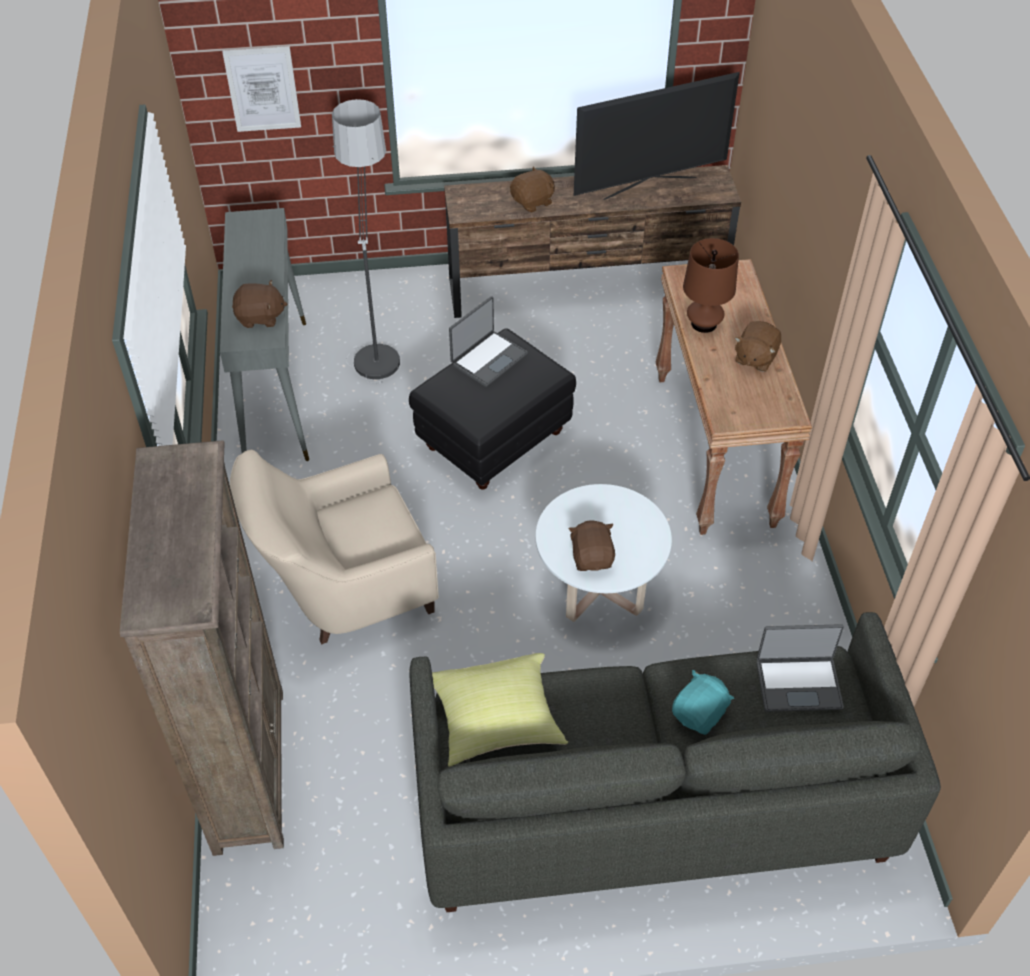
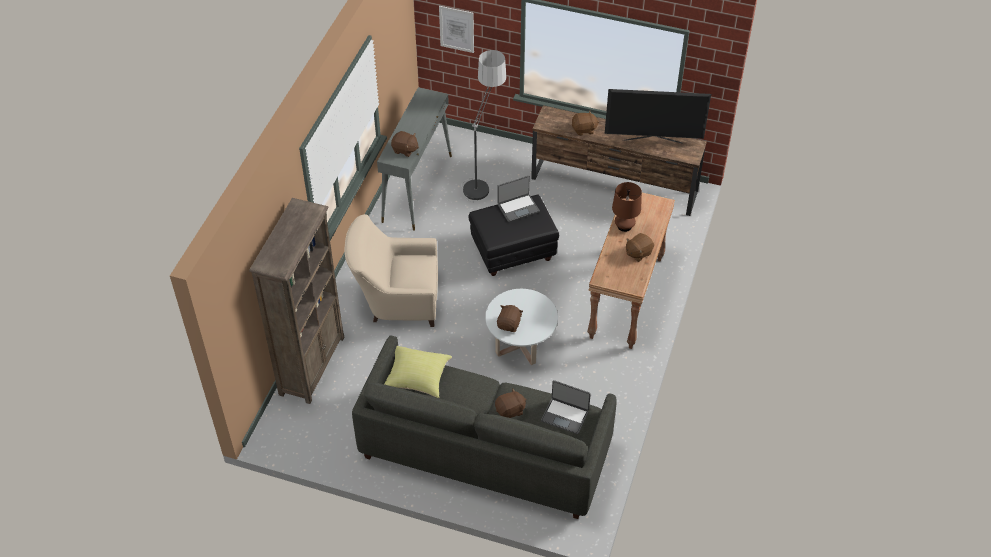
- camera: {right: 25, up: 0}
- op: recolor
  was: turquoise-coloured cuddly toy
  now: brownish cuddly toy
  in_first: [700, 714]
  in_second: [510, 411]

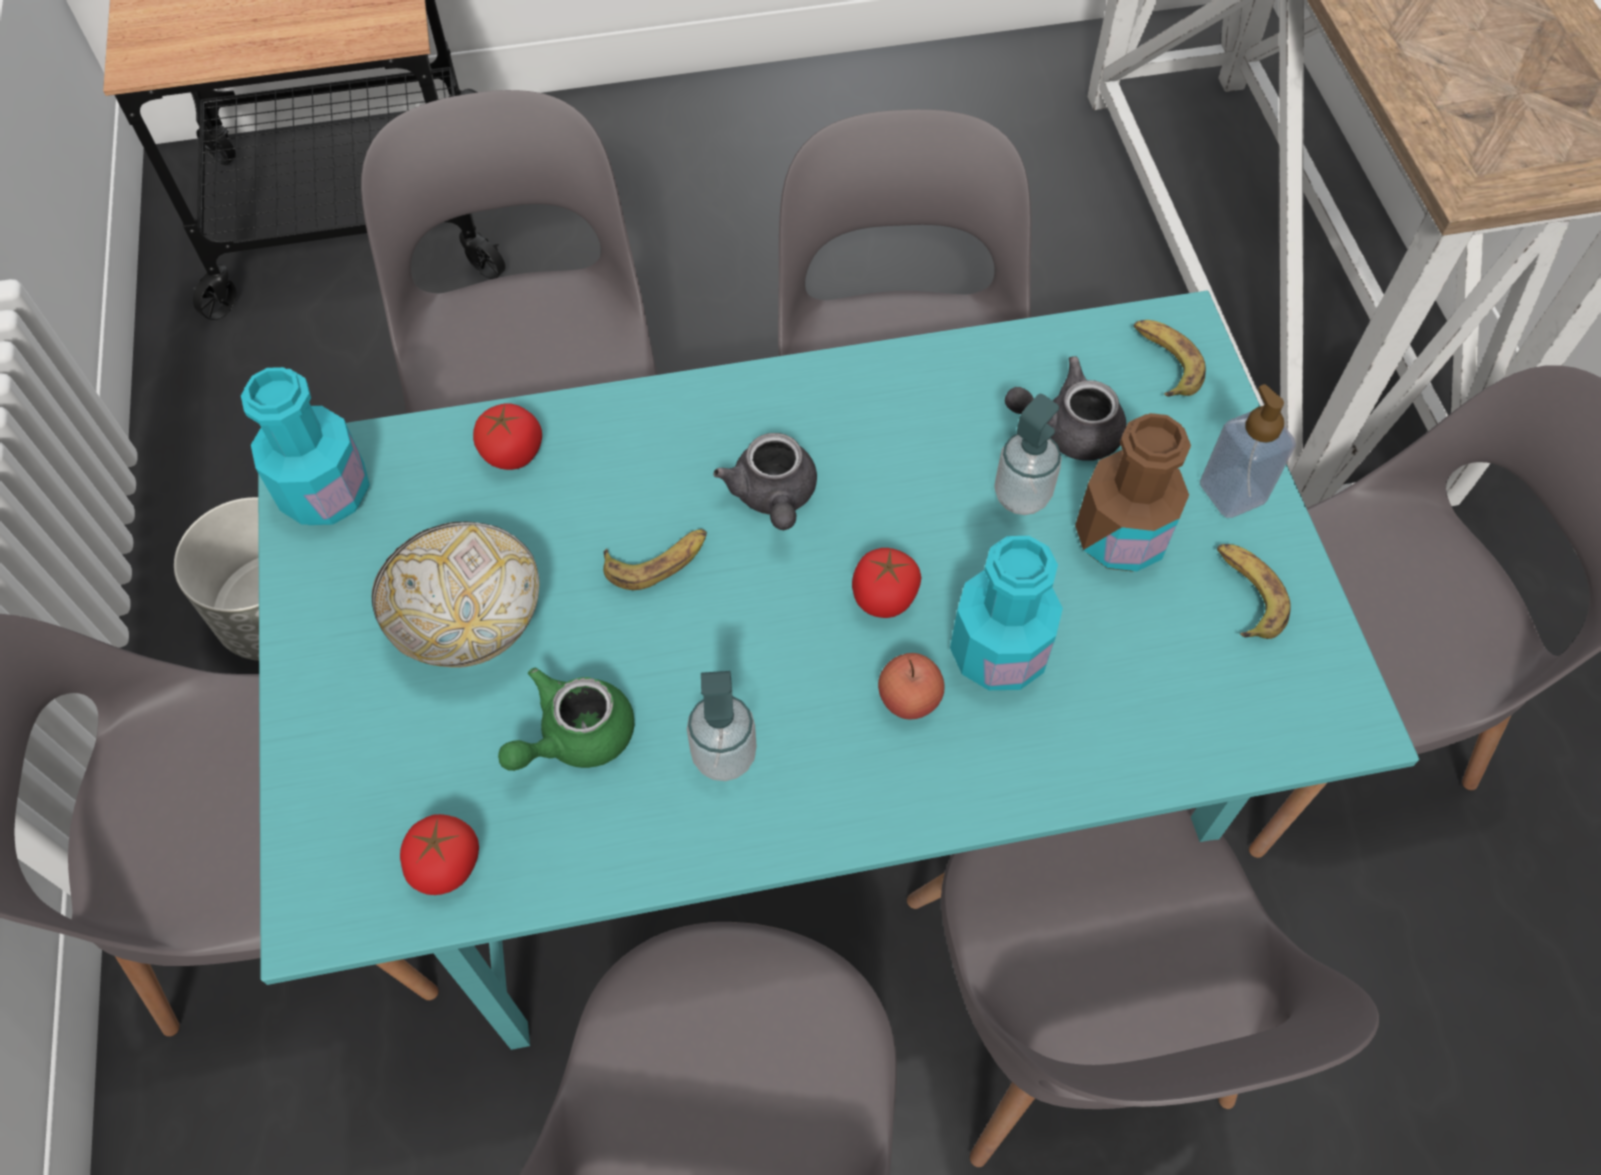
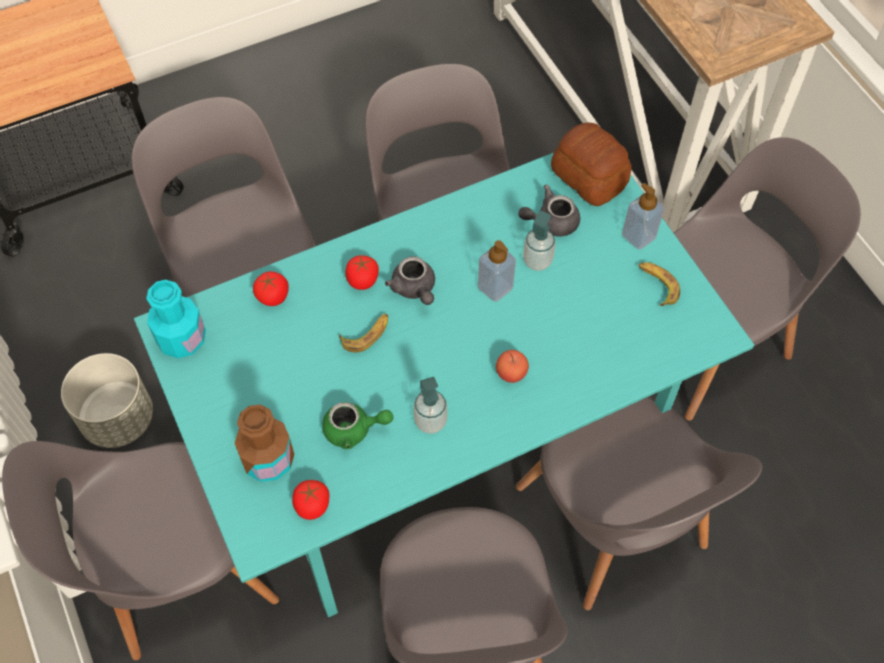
- camera: {right: -15, up: 0}
- op: delete
  was: serving bowl
  in_first: [469, 622]
- op: delete
  was: turquoise-coloured beverage bottle
  in_first: [998, 652]
- op: insert
  now: soap bottle
  in_second: [495, 287]
- op: move
  was: tomato
  in_first: [884, 597]
  in_second: [362, 280]
- op: move
  was: brownish beverage bottle
  in_first: [1120, 537]
  in_second: [268, 460]
- op: replace
  was: banana fruit
  now: baked bread
  in_first: [1164, 362]
  in_second: [589, 176]
- op: rotate
  was: green-coloured tea pot
  in_first: [574, 737]
  in_second: [354, 430]
  clockwise: -120

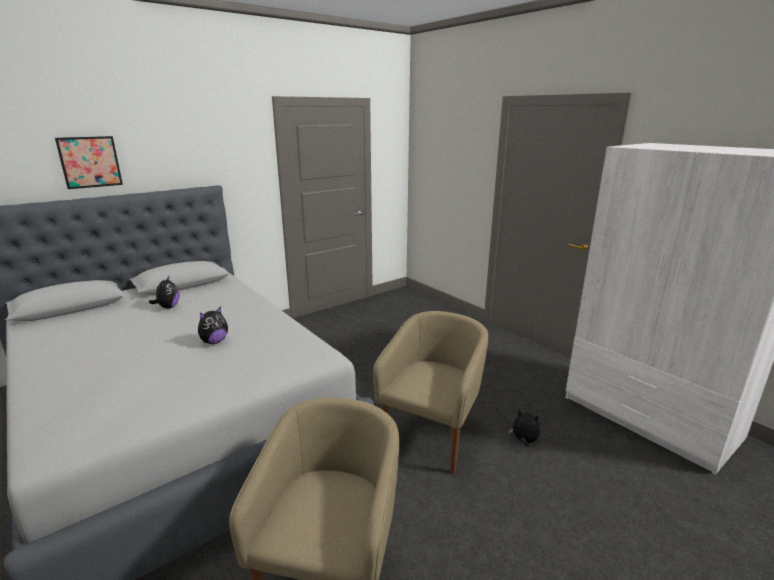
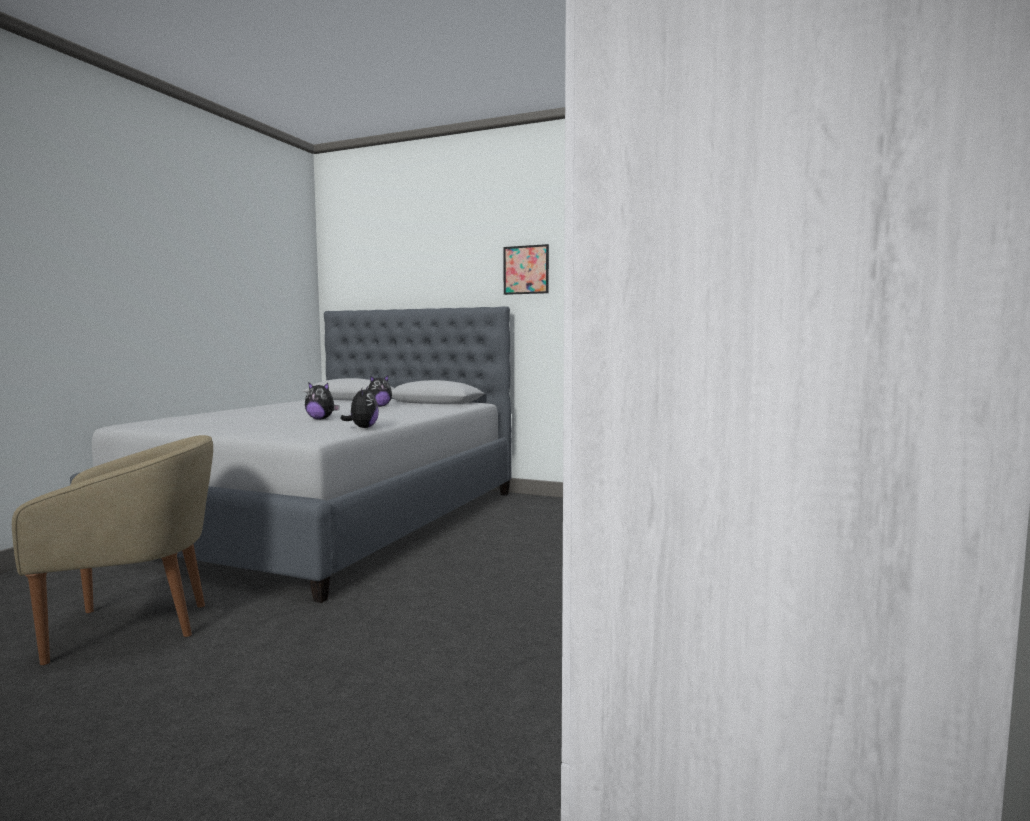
- camera: {right: 60, up: -15}
- op: delete
  was: beige easy chair
  in_first: [432, 436]
- op: move
  was: wall art
  in_first: [90, 162]
  in_second: [526, 270]
- op: move
  was: cuddly toy
  in_first: [524, 441]
  in_second: [363, 428]

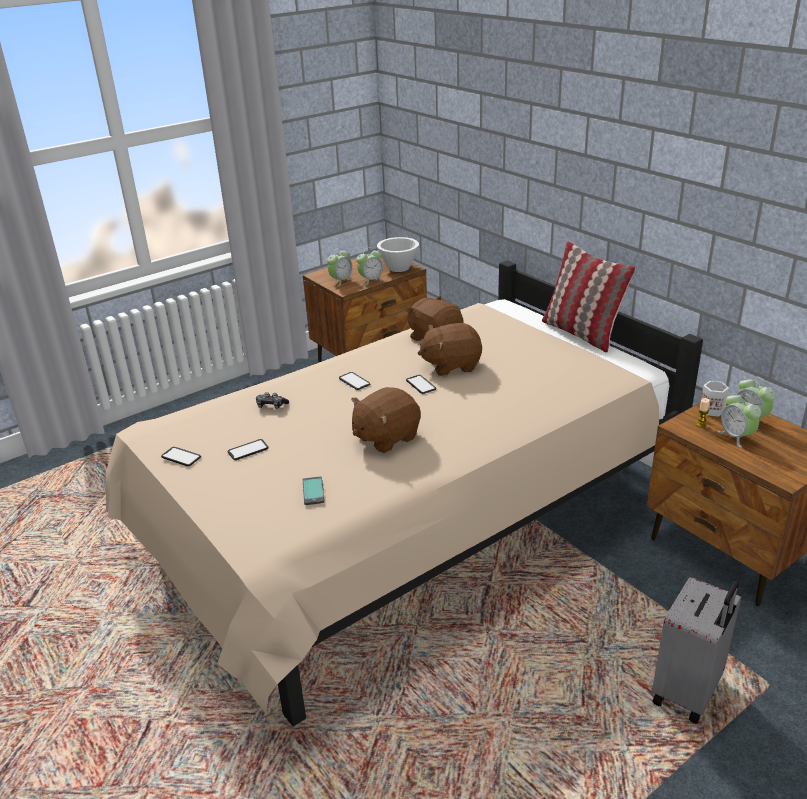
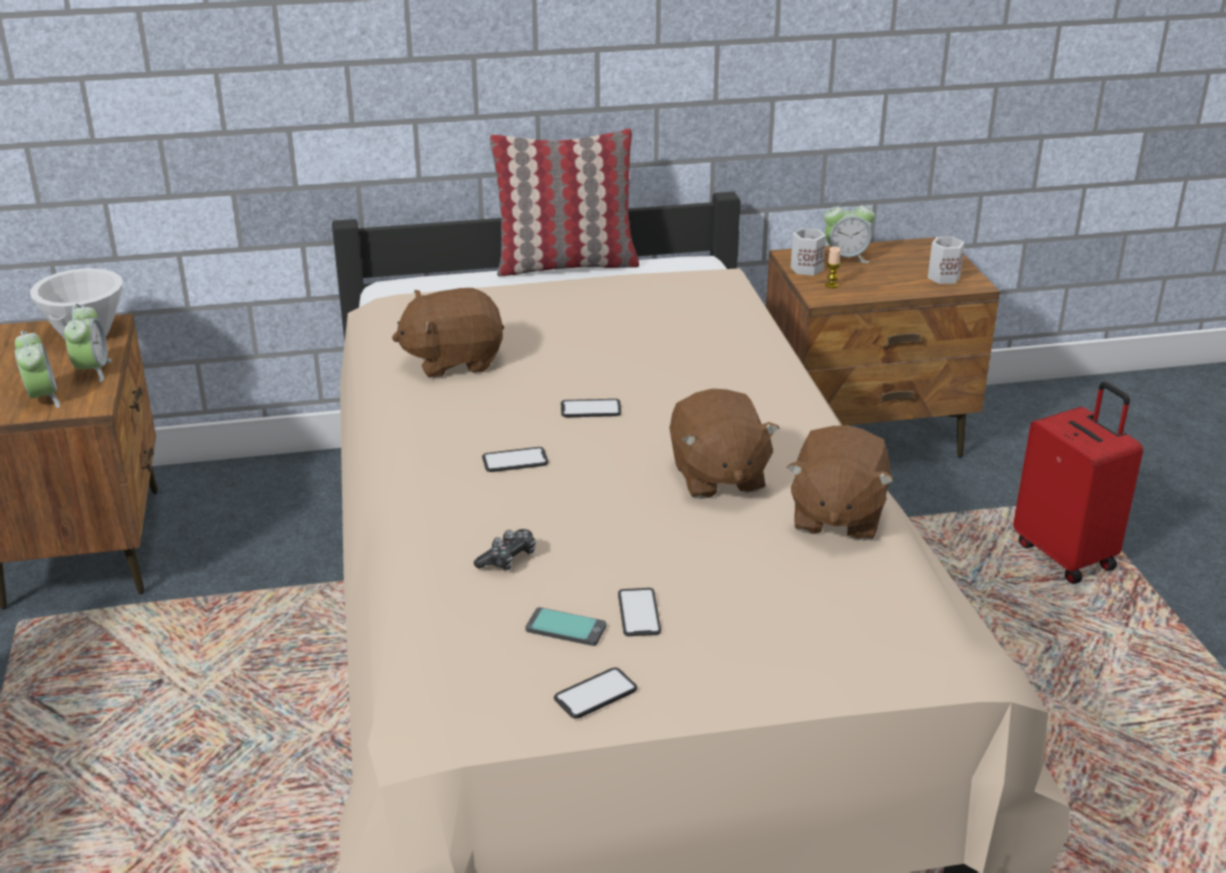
- camera: {right: -65, up: 0}
- op: delete
  was: alarm clock
  in_first: [736, 437]
- op: insert
  now: whitish coffee mug
  in_second: [942, 277]
- op: move
  was: telephone
  in_first: [313, 491]
  in_second: [566, 628]
- op: move
  was: brownish cuddly toy
  in_first: [451, 365]
  in_second: [836, 516]
- op: recolor
  was: gray suitcase
  now: red suitcase
  in_first: [688, 692]
  in_second: [1066, 555]

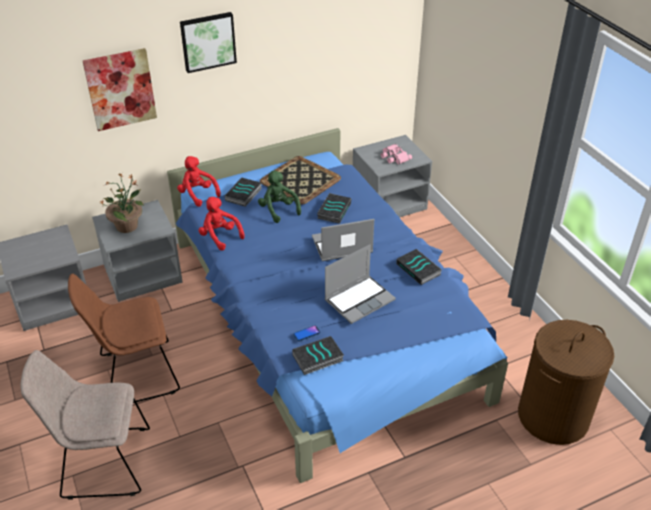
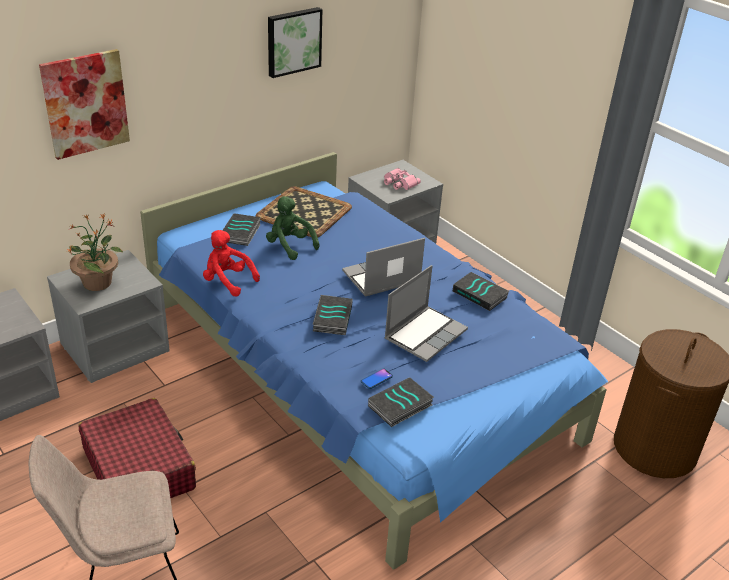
- camera: {right: -15, up: -5}
- op: delete
  was: red cuddly toy
  in_first: [197, 194]
- op: move
  was: wall art
  in_first: [208, 41]
  in_second: [293, 41]
- op: move
  was: book
  in_first: [333, 210]
  in_second: [331, 318]
- op: replace
  was: brownish chair
  now: red suitcase
  in_first: [135, 374]
  in_second: [139, 468]

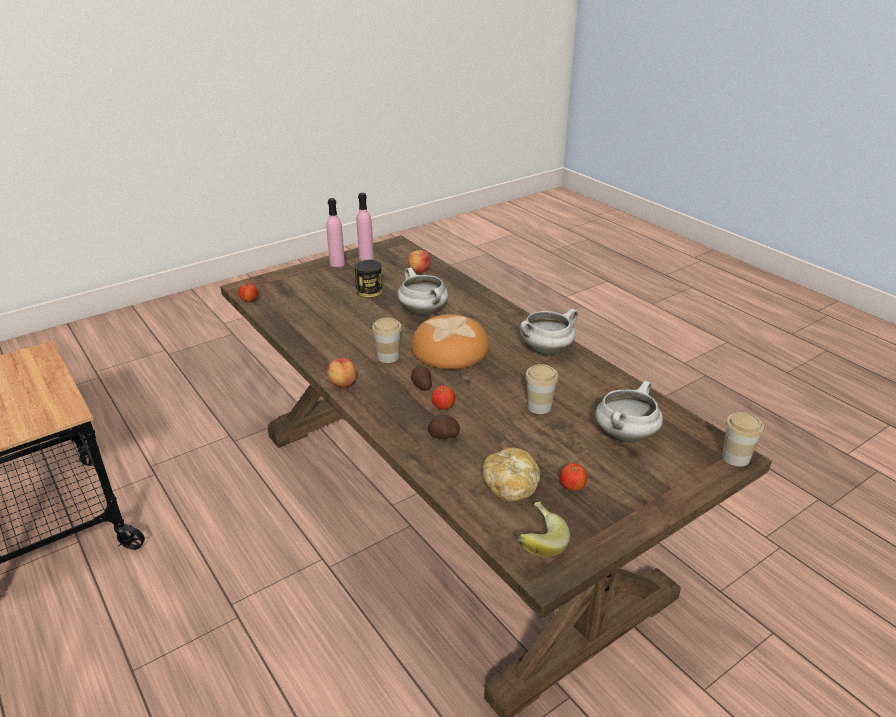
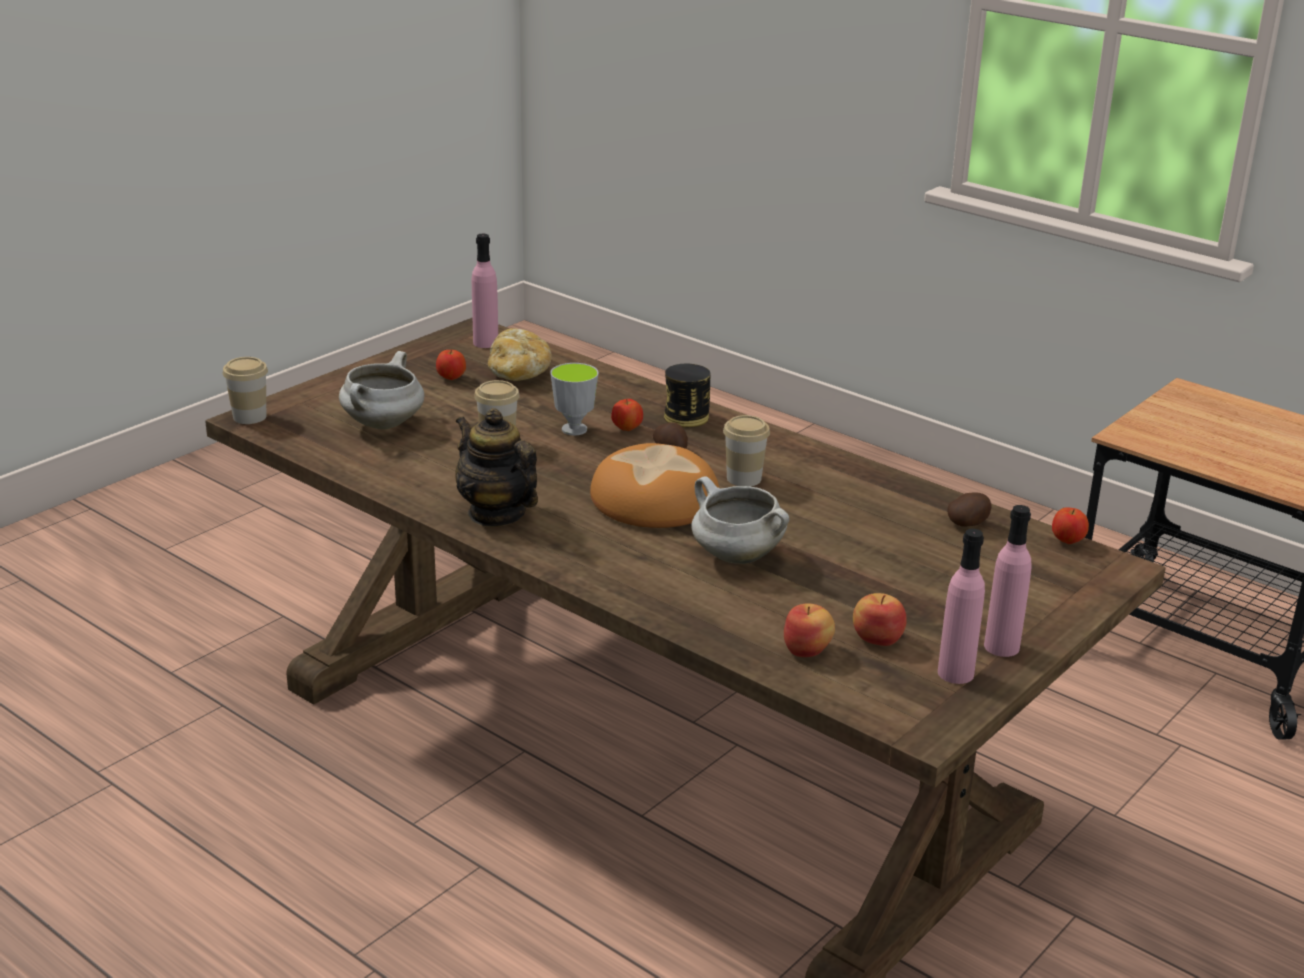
- camera: {right: 165, up: -5}
- op: insert
  now: drinking cup
  in_second: [574, 429]
- op: move
  was: apple
  in_first: [342, 384]
  in_second: [877, 638]
- op: move
  was: metal can
  in_first: [369, 291]
  in_second: [686, 417]
- op: move
  was: whole potato
  in_first: [443, 436]
  in_second: [968, 524]
- op: replace
  was: banana fruit
  now: pink-coloured beverage bottle
  in_first: [536, 542]
  in_second: [485, 343]
- op: replace
  was: whitish saucepot
  now: tea pot
  in_first: [546, 350]
  in_second: [496, 514]

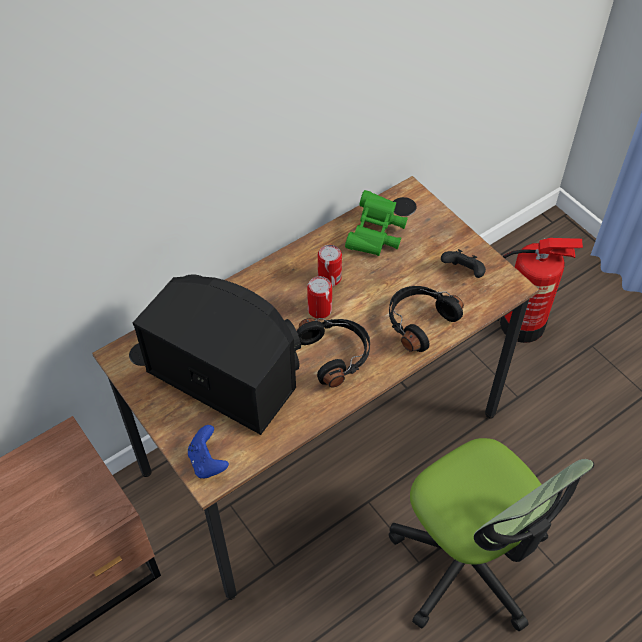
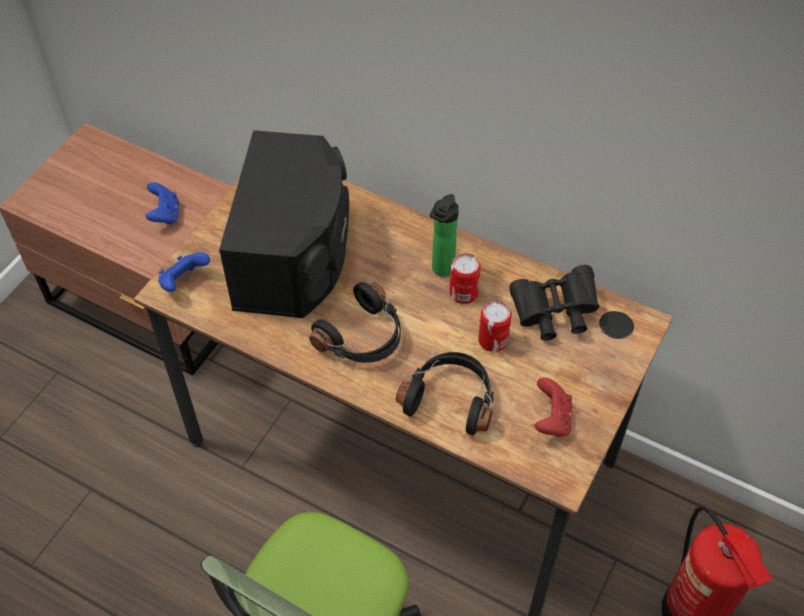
- camera: {right: 65, up: 0}
- op: insert
  now: blue-coloured game controller
  in_second: [165, 214]
- op: insert
  now: beverage bottle
  in_second: [441, 270]
- op: move
  was: metal can
  in_first: [319, 309]
  in_second: [493, 340]
- op: recolor
  was: green-coloured field glasses
  now: black-coloured field glasses
  in_first: [376, 235]
  in_second: [554, 313]
- op: recolor
  was: black-coloured game controller
  now: red game controller
  in_first: [463, 272]
  in_second: [551, 419]

